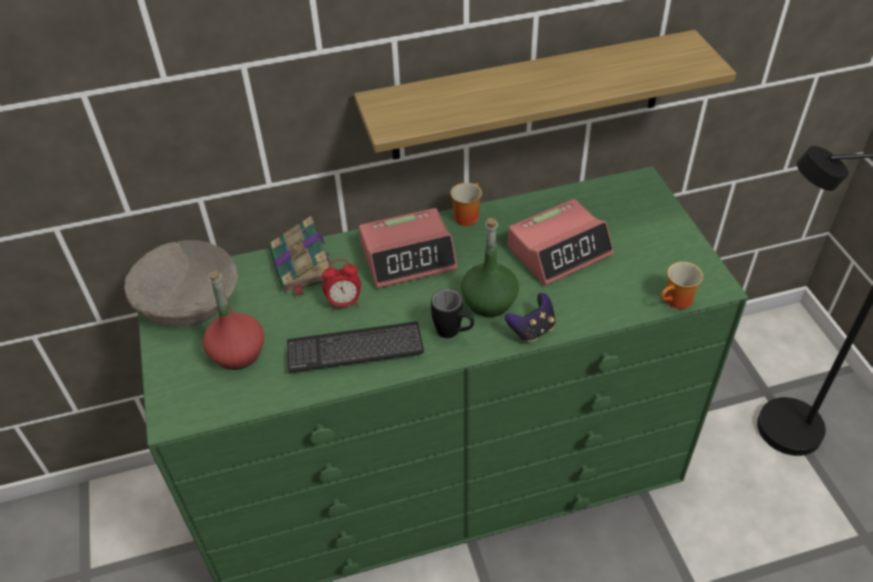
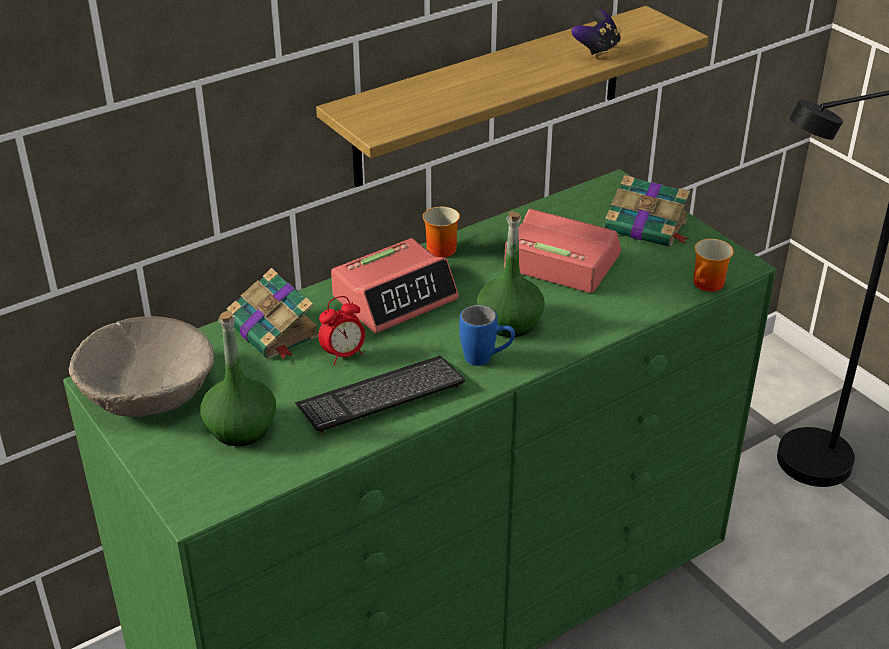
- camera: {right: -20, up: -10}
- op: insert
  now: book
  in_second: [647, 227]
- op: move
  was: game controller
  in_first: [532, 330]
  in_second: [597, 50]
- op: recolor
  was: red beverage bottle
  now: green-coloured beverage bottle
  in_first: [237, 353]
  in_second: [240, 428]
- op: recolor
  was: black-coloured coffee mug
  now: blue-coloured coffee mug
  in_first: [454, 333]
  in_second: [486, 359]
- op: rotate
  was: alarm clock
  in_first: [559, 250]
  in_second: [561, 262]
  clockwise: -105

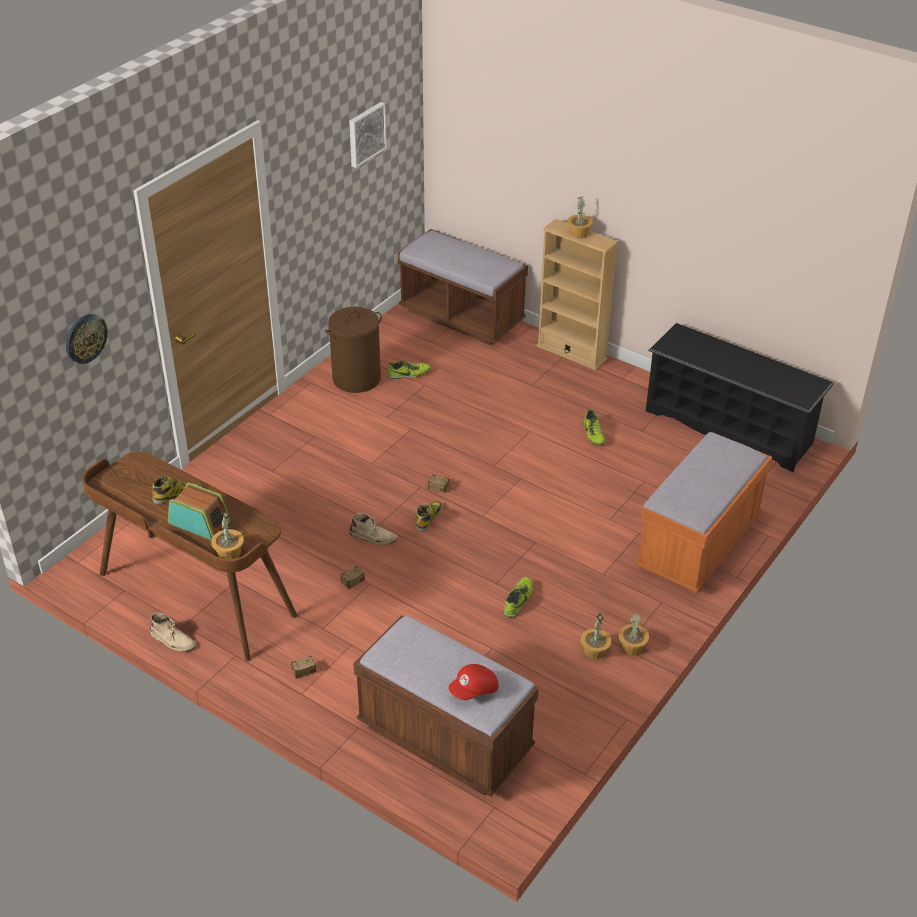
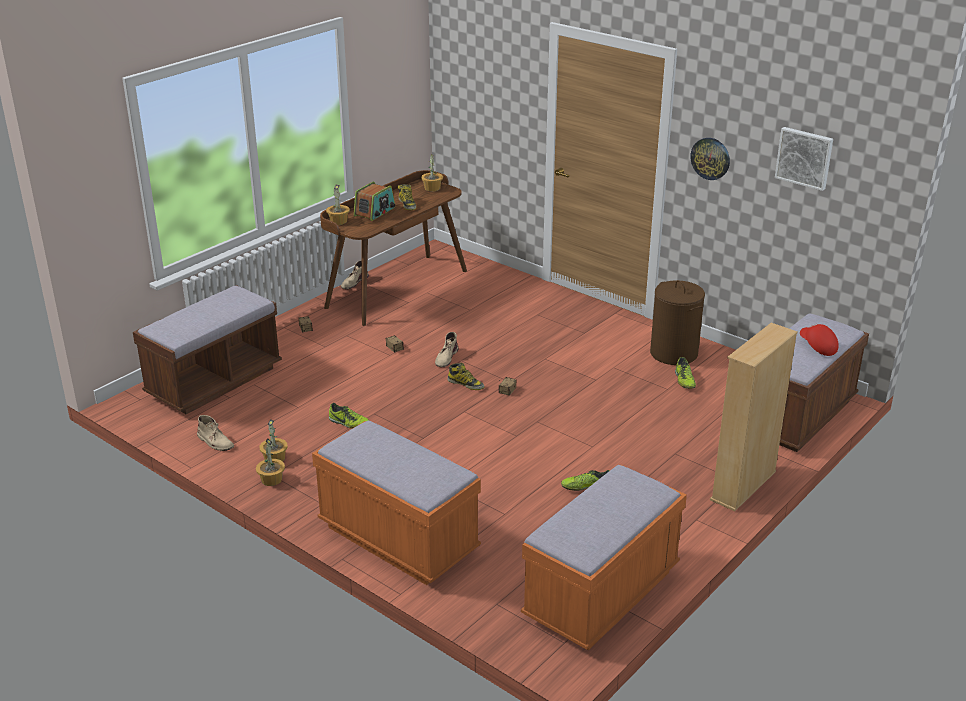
- camera: {right: 95, up: -10}
- op: insert
  now: beige high-top boot
  in_second: [215, 442]
- op: move
  was: wall clock
  in_first: [85, 338]
  in_second: [710, 158]
- op: move
  was: red peaked cap
  in_first: [474, 690]
  in_second: [817, 347]
- op: move
  was: houseplant
  in_first: [579, 233]
  in_second: [432, 188]
- op: replace
  was: black-coloured shoe stand
  now: orange long seat
  in_first: [729, 427]
  in_second: [602, 594]

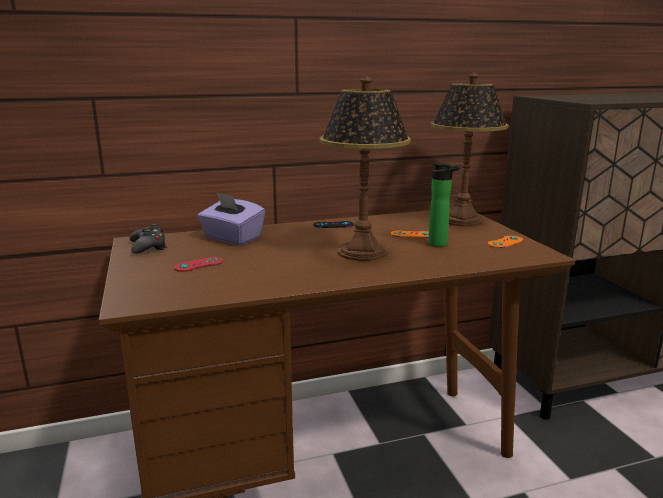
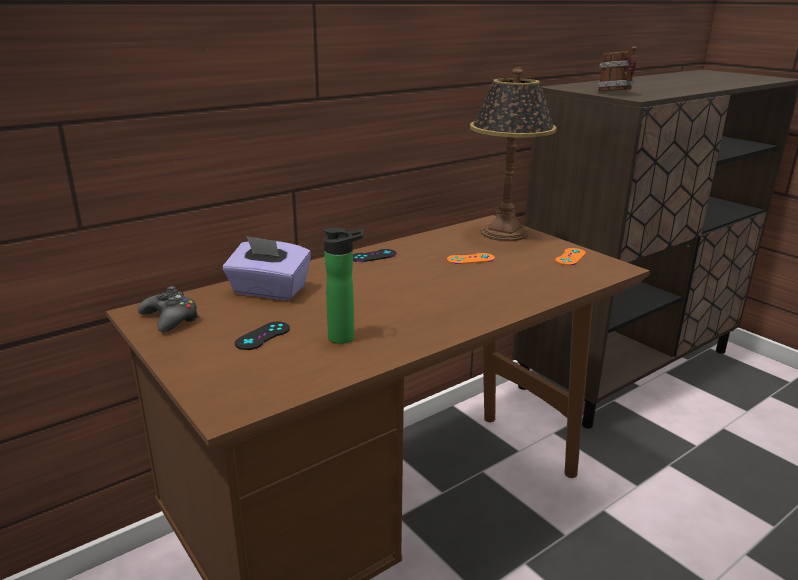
- camera: {right: -20, up: 5}
- op: delete
  was: lamp for a table
  in_first: [363, 252]
- op: insert
  now: coffee mug
  in_second: [615, 93]
- op: move
  was: beverage bottle
  in_first: [440, 244]
  in_second: [345, 337]
- op: recolor
  was: red game controller
  now: black-coloured game controller
  in_first: [198, 264]
  in_second: [263, 336]

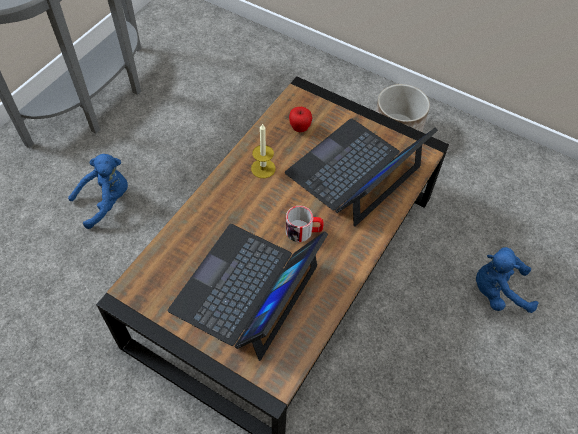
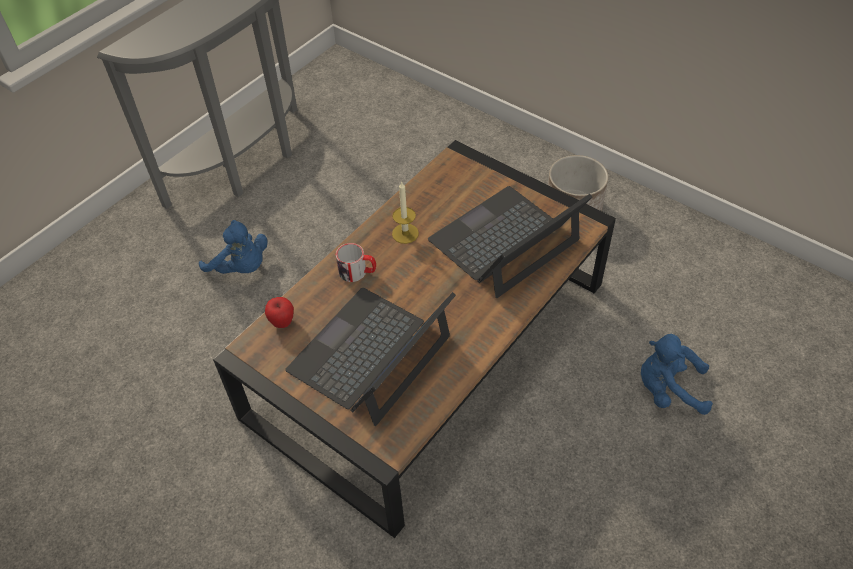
- camera: {right: 10, up: -5}
- op: move
  was: coffee mug
  in_first: [304, 231]
  in_second: [357, 272]
- op: move
  was: apple
  in_first: [300, 128]
  in_second: [282, 322]
- op: rotate
  was: blue-coloured cuddly toy
  in_first: [106, 201]
  in_second: [241, 267]
  clockwise: 60

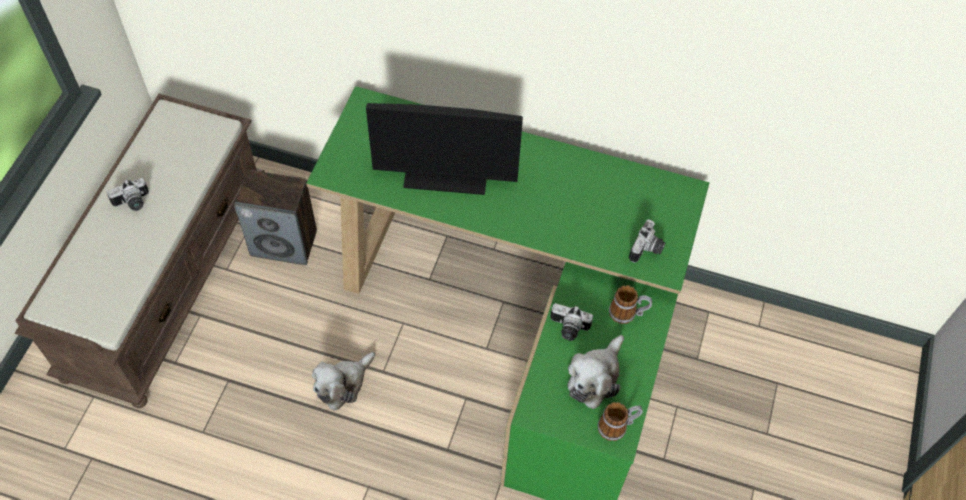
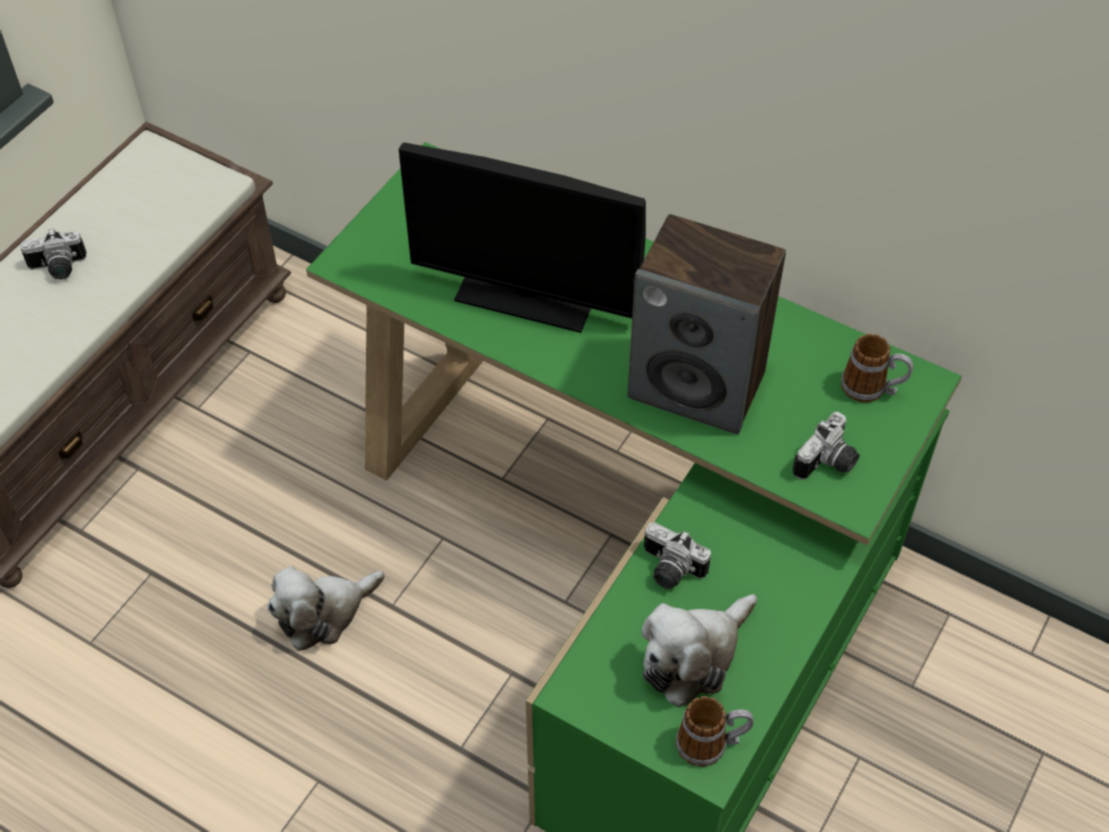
- camera: {right: 15, up: -5}
- op: move
  was: speaker
  in_first: [284, 243]
  in_second: [698, 385]
- op: move
  was: coffee mug
  in_first: [628, 313]
  in_second: [872, 389]

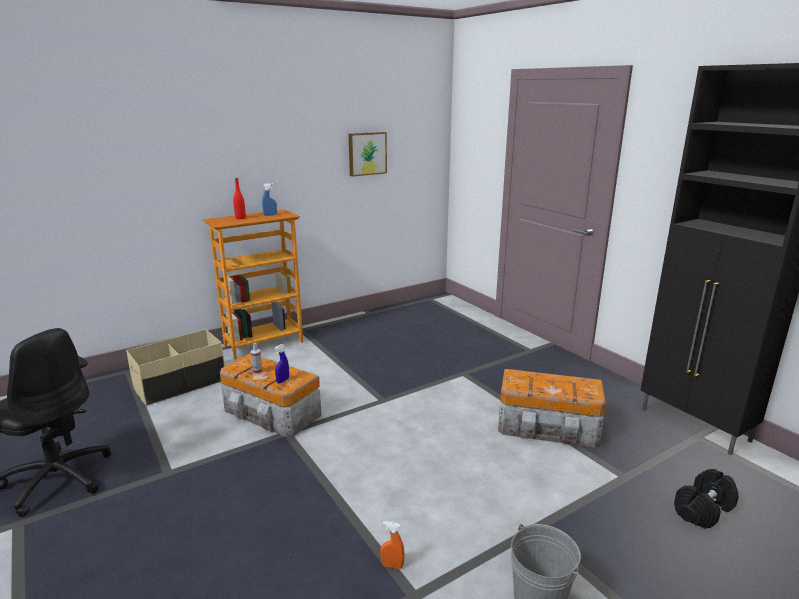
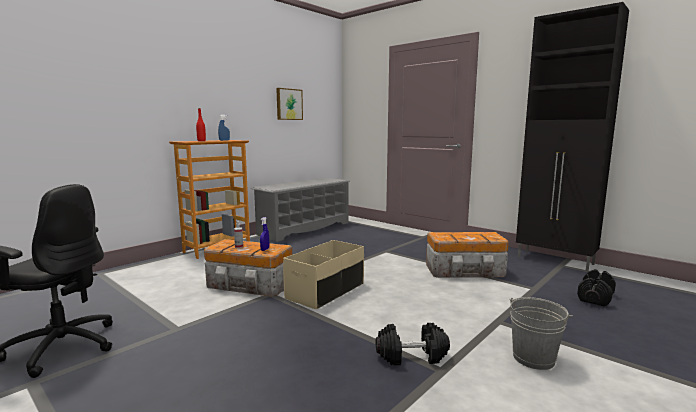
- camera: {right: -15, up: -10}
- op: insert
  now: gray shoe stand
  in_second: [304, 228]
- op: move
  was: beige storage container
  in_first: [181, 384]
  in_second: [326, 291]
- op: replace
  was: orange sprayer
  now: black-coloured free weight
  in_first: [392, 565]
  in_second: [411, 356]

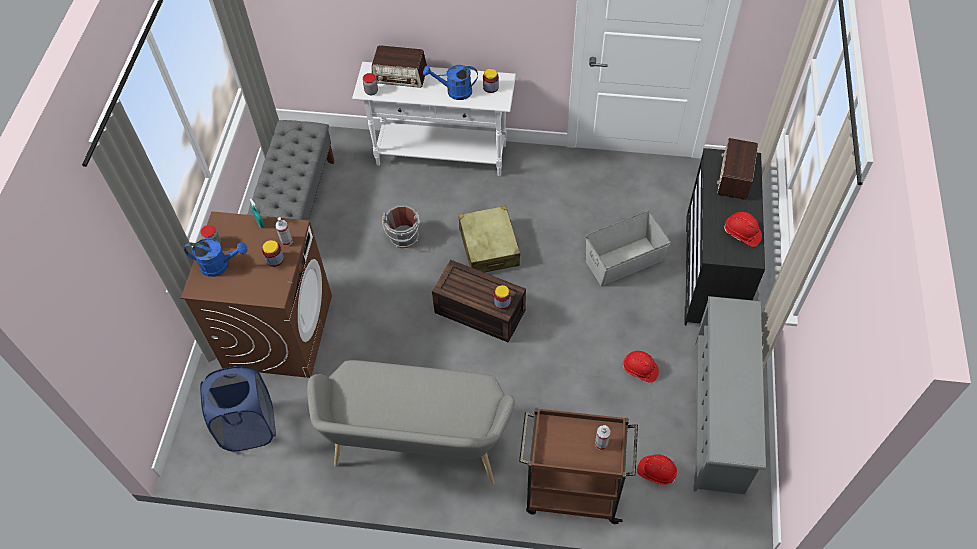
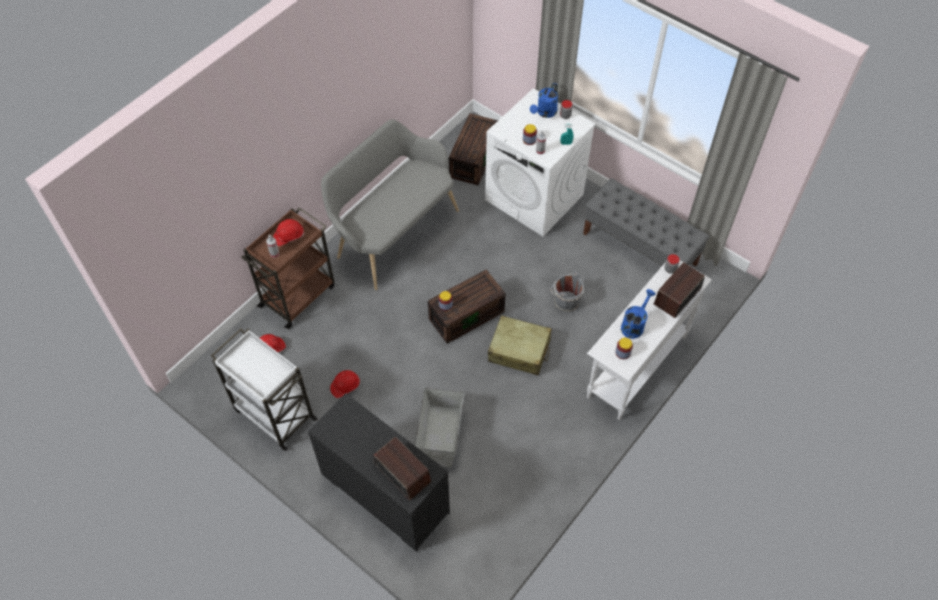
- camera: {right: 120, up: 0}
- op: move
  was: red hard hat
  in_first: [742, 234]
  in_second: [289, 236]
- op: replace
  was: blue-coloured hamper
  now: brownish storage container
  in_first: [249, 427]
  in_second: [473, 158]
- op: replace
  was: gray shoe stand
  now: whitish wheeled cart
  in_first: [720, 415]
  in_second: [274, 413]
- op: recolor
  was: brownish laundry appliance
  now: whitish laundry appliance
  in_first: [278, 330]
  in_second: [535, 197]

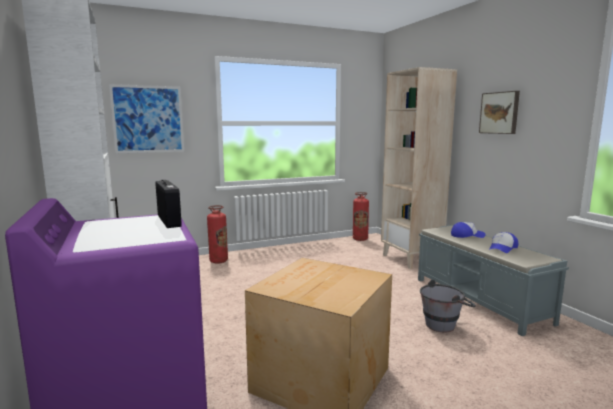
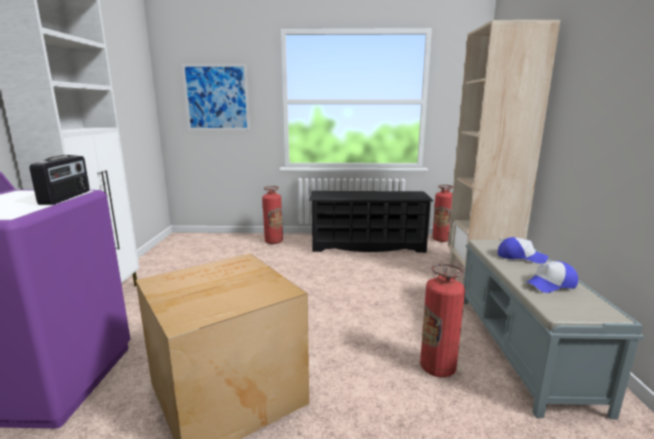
- camera: {right: 25, up: 5}
- op: delete
  was: wall art
  in_first: [500, 113]
- op: insert
  now: black-coloured shoe stand
  in_second: [367, 245]
- op: replace
  was: gray water bucket
  now: fire extinguisher
  in_first: [445, 324]
  in_second: [437, 368]

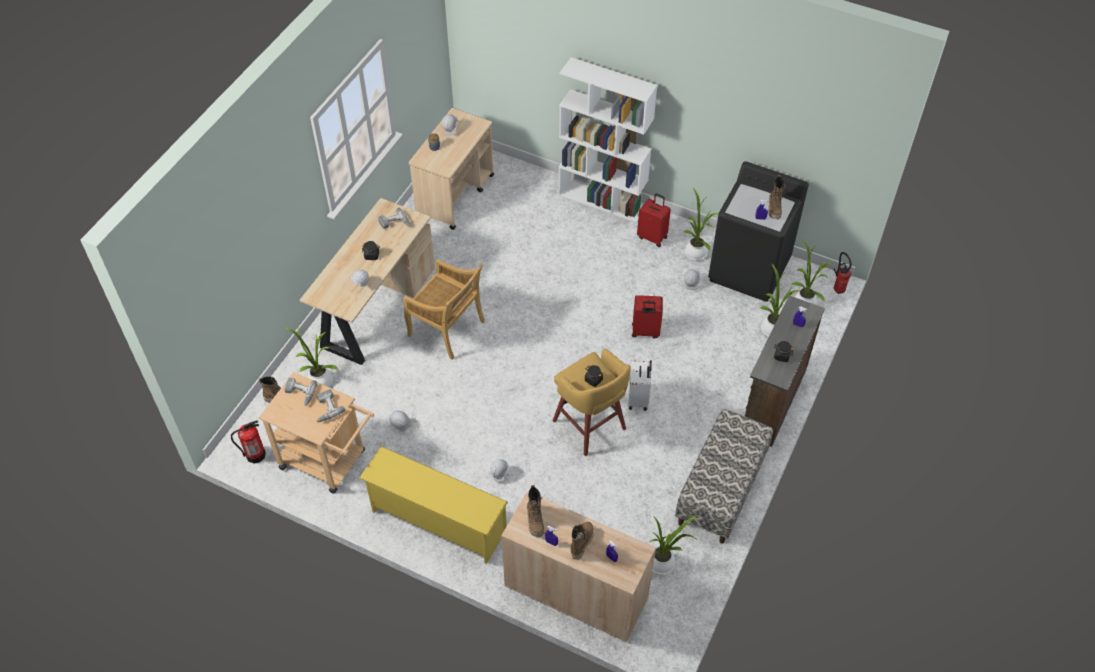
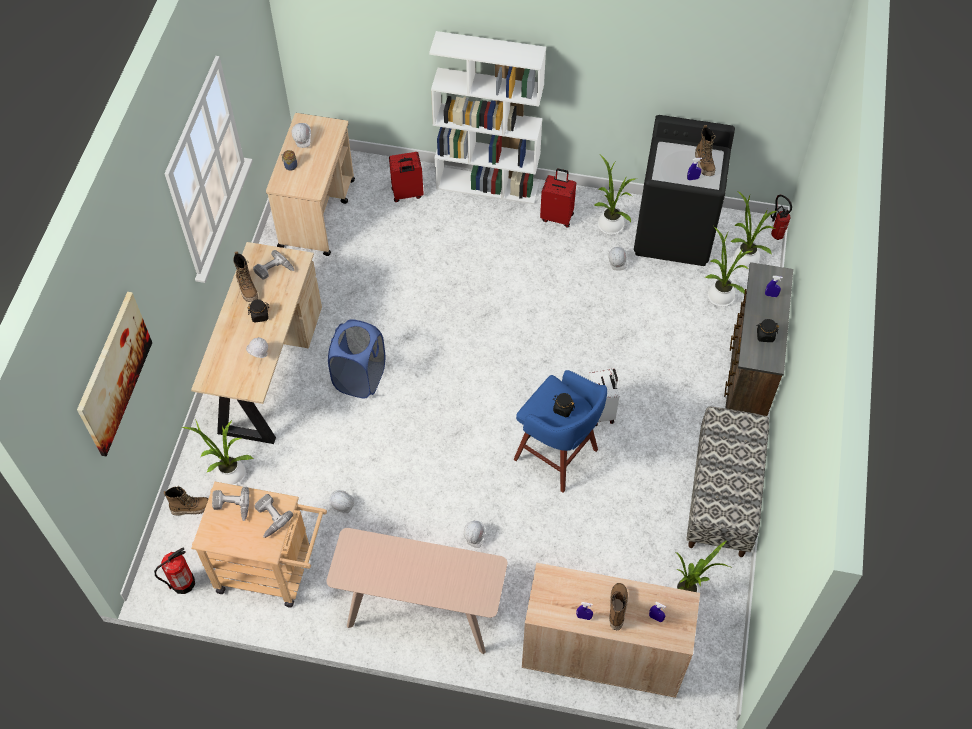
- camera: {right: -15, up: 5}
- op: insert
  now: wall art
  in_second: [114, 373]
- op: move
  was: high-top boot
  in_first: [535, 520]
  in_second: [247, 288]
- op: move
  was: red suitcase
  in_first: [645, 332]
  in_second: [407, 194]
- op: replace
  was: yellow shoe stand
  now: beige console table
  in_first: [437, 522]
  in_second: [421, 612]
- op: replace
  was: beige chair
  now: blue-coloured hamper
  in_first: [447, 329]
  in_second: [360, 378]
- op: recolor
  was: yellow stool seat
  now: blue-coloured stool seat
  in_first: [590, 426]
  in_second: [558, 456]

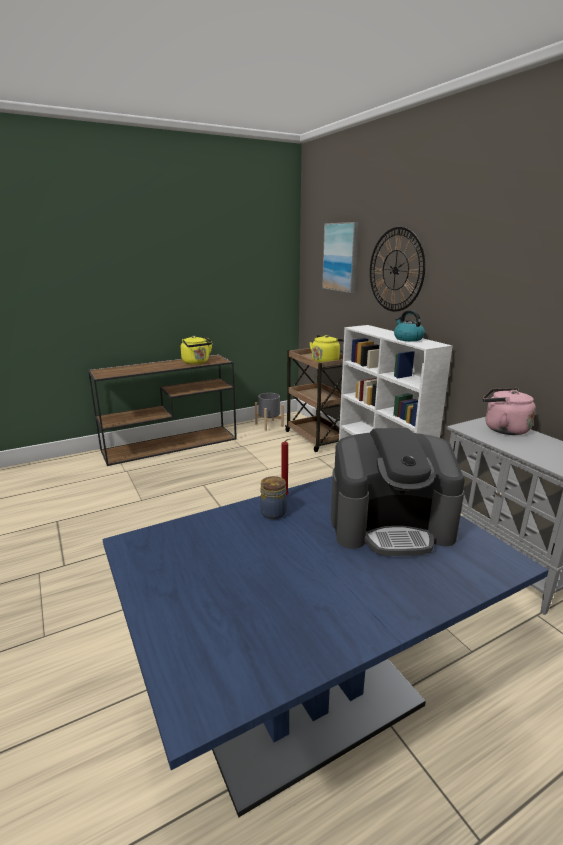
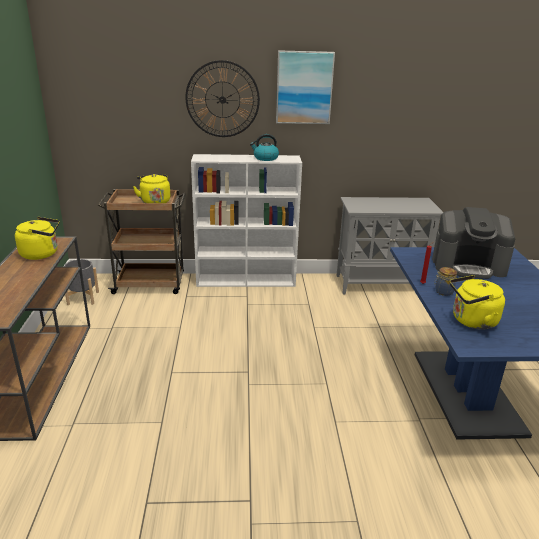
- camera: {right: -65, up: 5}
- op: delete
  was: pink-coloured tea kettle
  in_first: [502, 429]
- op: insert
  now: yellow tea kettle
  in_second: [471, 321]
- op: move
  was: wall art
  in_first: [340, 257]
  in_second: [304, 88]
- op: rotate
  was: coffee maker
  in_first: [390, 525]
  in_second: [468, 265]
  clockwise: 75

